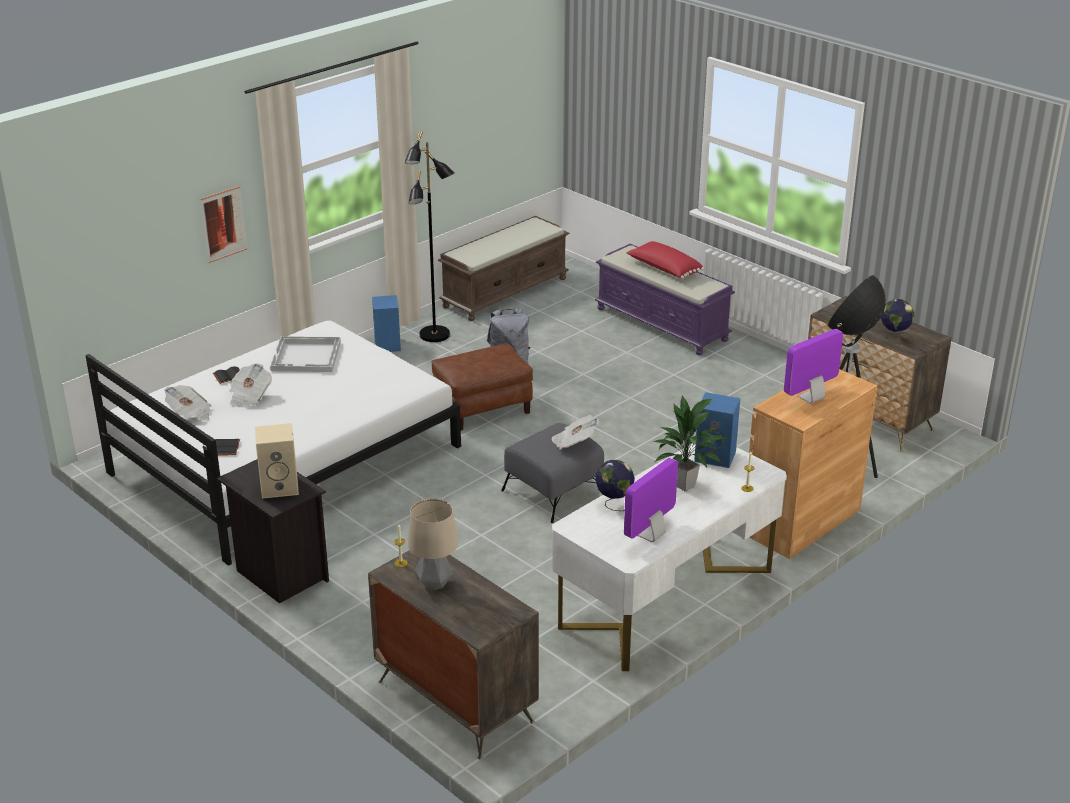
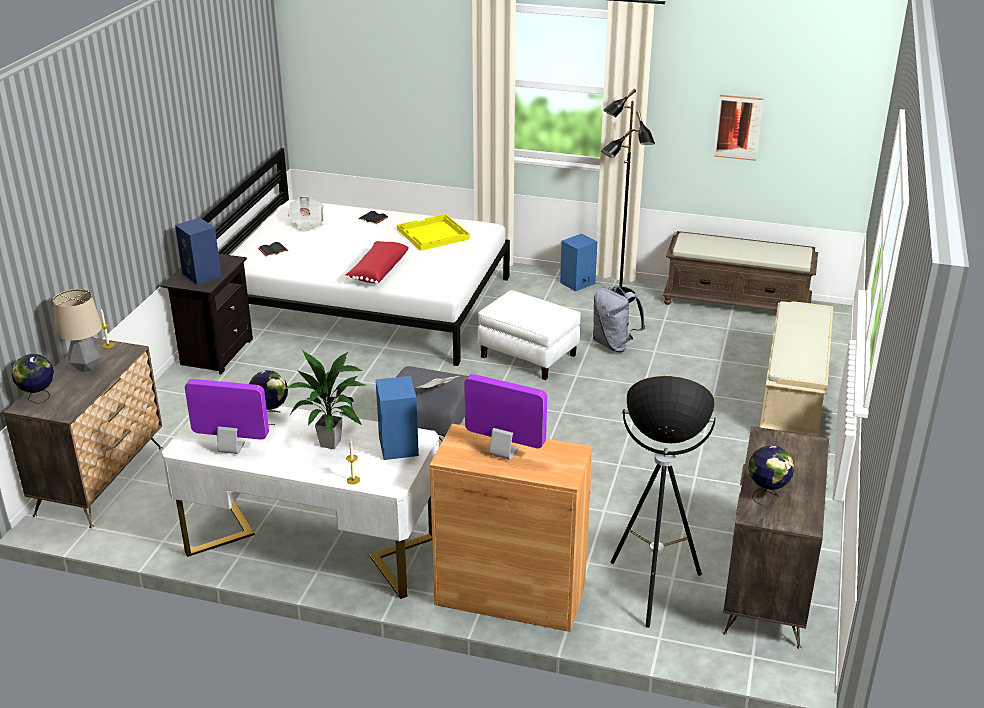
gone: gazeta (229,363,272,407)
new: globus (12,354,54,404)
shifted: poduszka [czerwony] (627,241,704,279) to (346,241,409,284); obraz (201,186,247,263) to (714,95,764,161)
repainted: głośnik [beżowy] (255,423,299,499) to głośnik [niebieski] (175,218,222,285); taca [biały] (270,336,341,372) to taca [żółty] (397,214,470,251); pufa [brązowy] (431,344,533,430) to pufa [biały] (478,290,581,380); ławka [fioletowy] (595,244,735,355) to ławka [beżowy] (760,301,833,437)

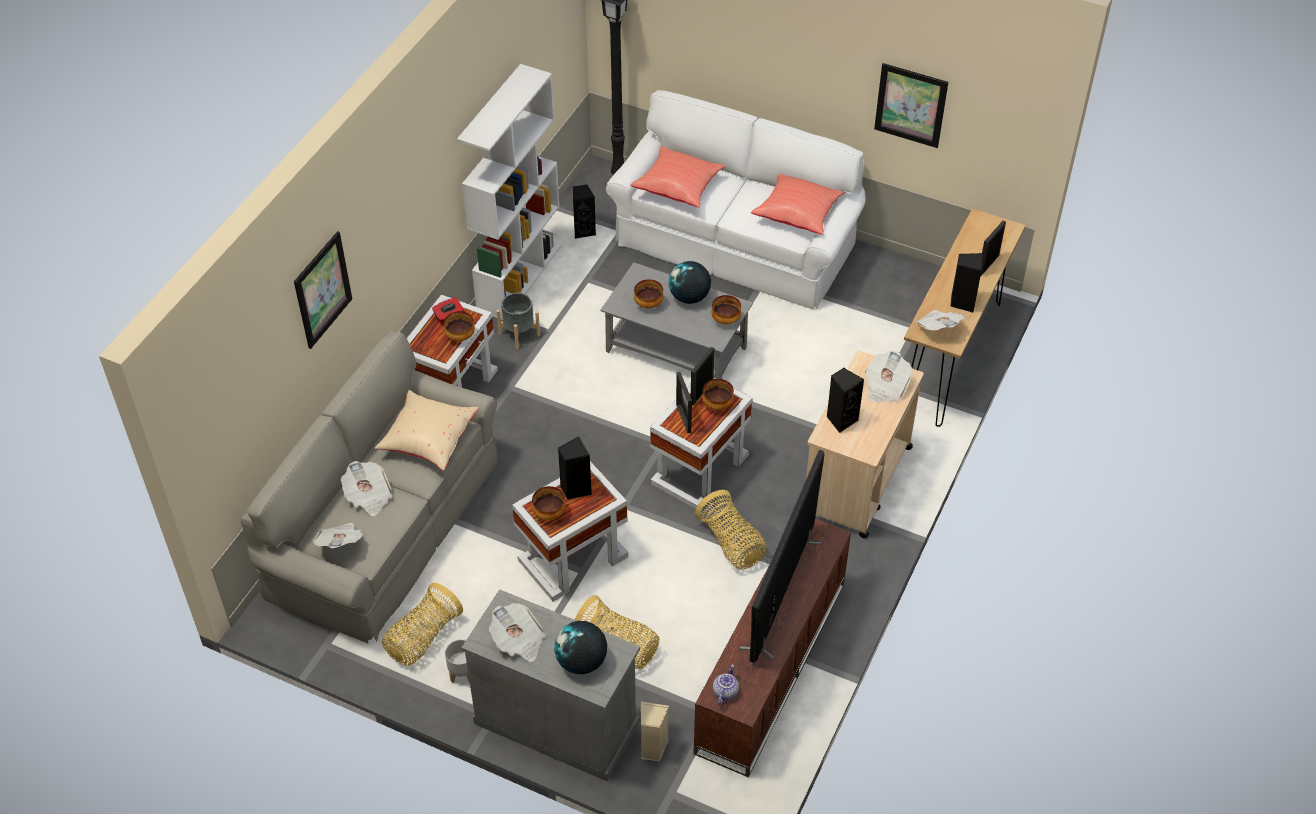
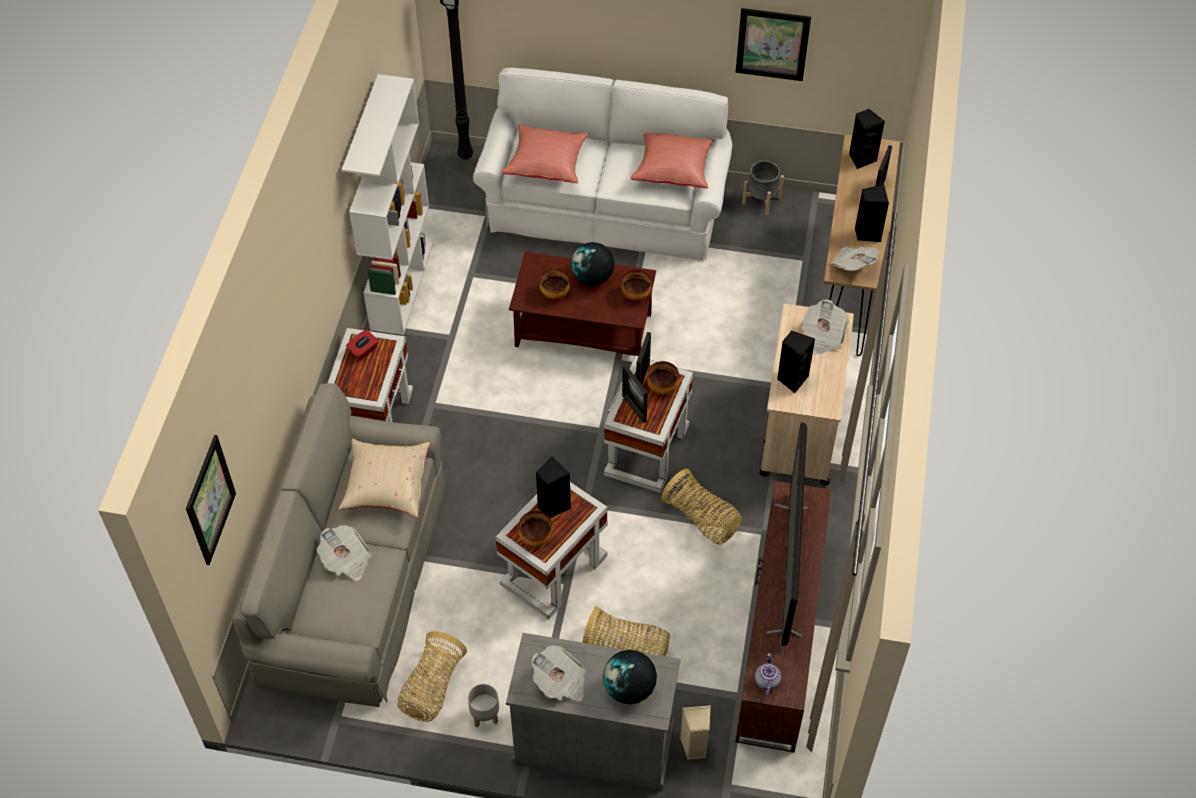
gone: gazeta (313,523,364,548); miska (444,311,475,341)
shifted: obraz (294,231,352,349) to (186,435,236,565); donica [szary] (496,292,540,349) to (742,161,784,215); głośnik [czarny] (573,184,596,239) to (849,109,885,169)
repainted: ława [szary] (600,262,753,379) to ława [brązowy] (509,252,656,356)

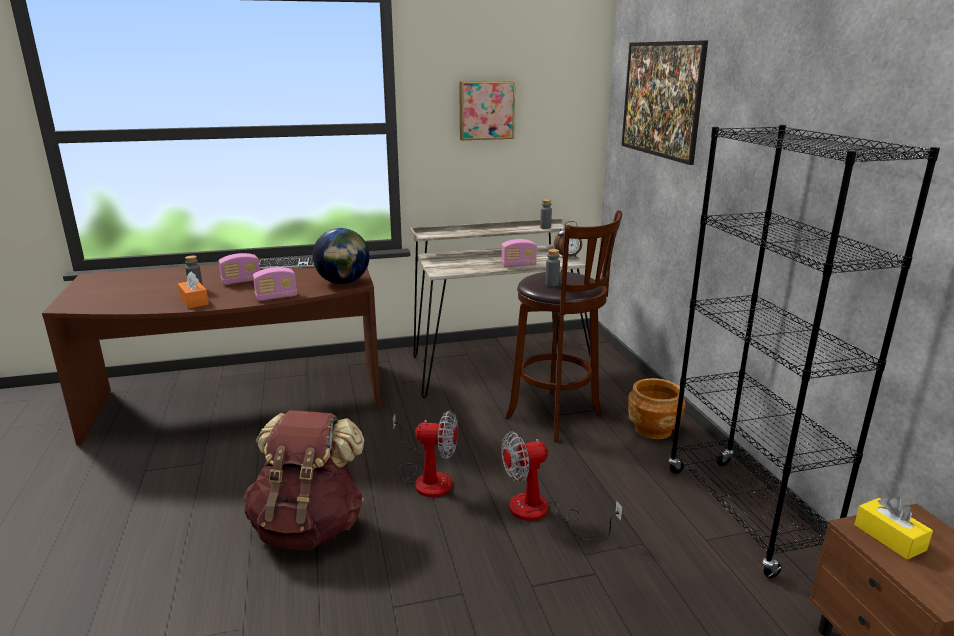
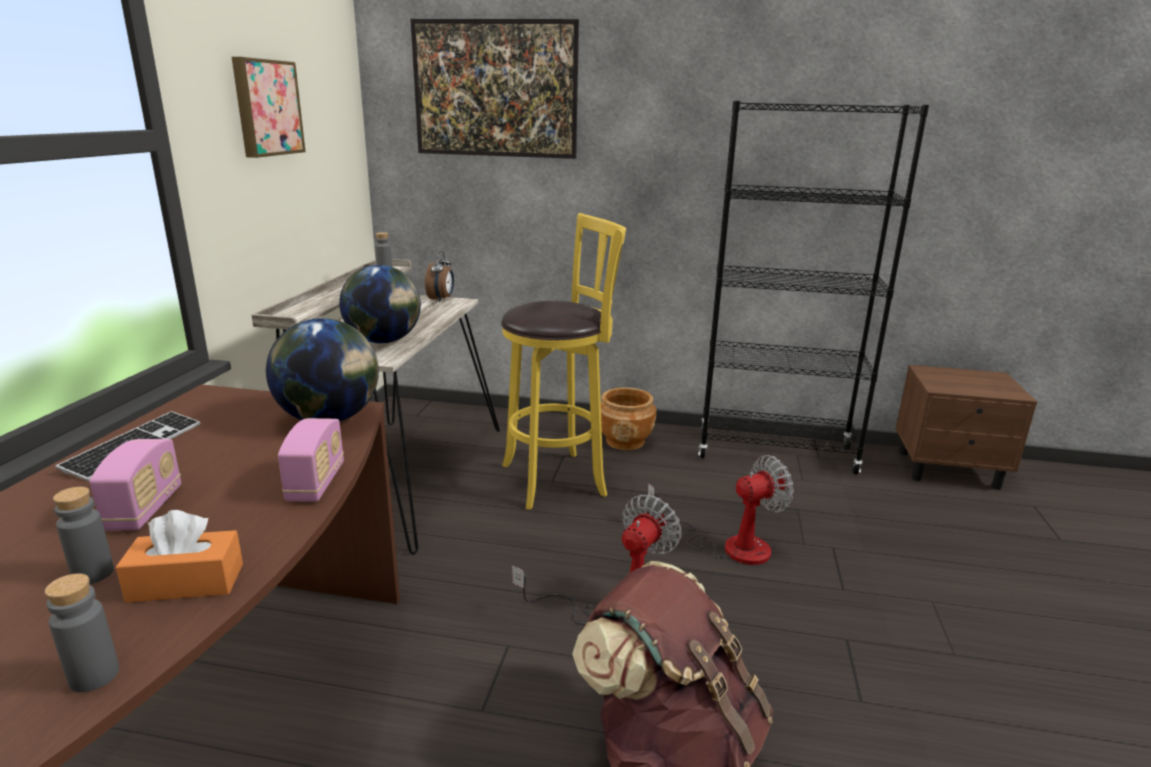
gone: radio (501,239,537,267); pudełko chusteczek [żółty] (854,497,933,560)
new: globus (339,265,421,343)
shifted: butelka [szary] (545,249,560,286) to (45,573,119,692)
repainted: stołek [brązowy] (505,210,622,442) to stołek [żółty] (501,213,626,510)
rotated: wentylator (501,432,623,542) = (648,455,794,565) 120 degrees counterclockwise

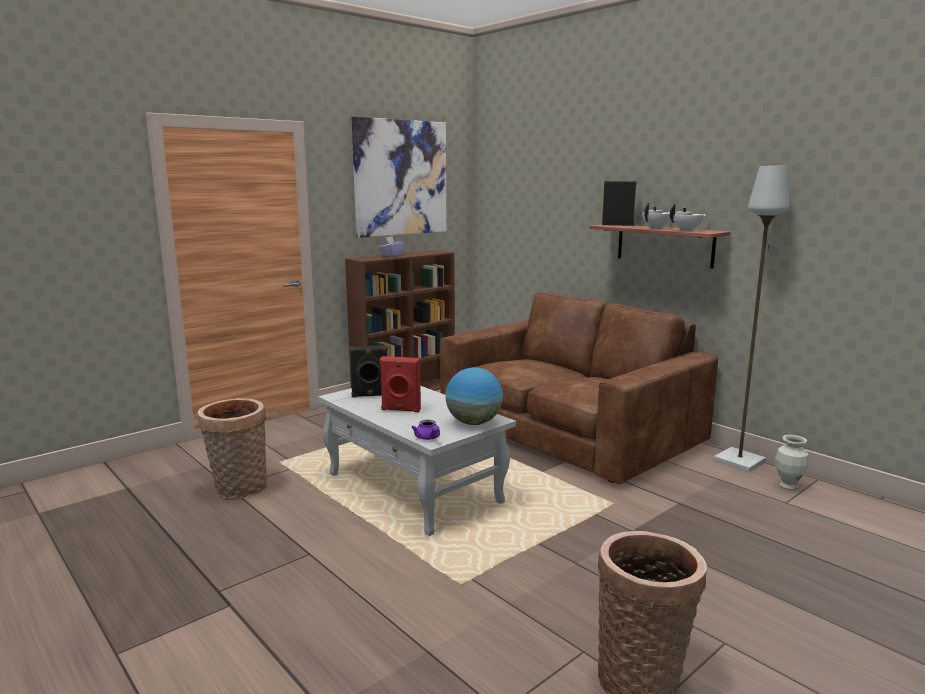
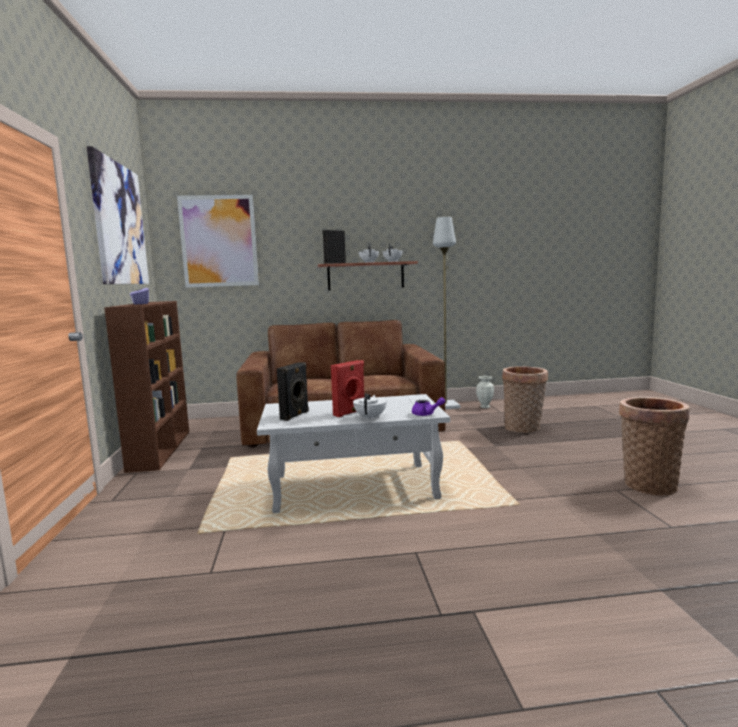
gone: globus (445,367,503,425)
new: obraz (177,195,259,288); imbryk [biały] (353,393,387,420)
shifted: koszyk (198,398,267,499) to (502,366,548,433)

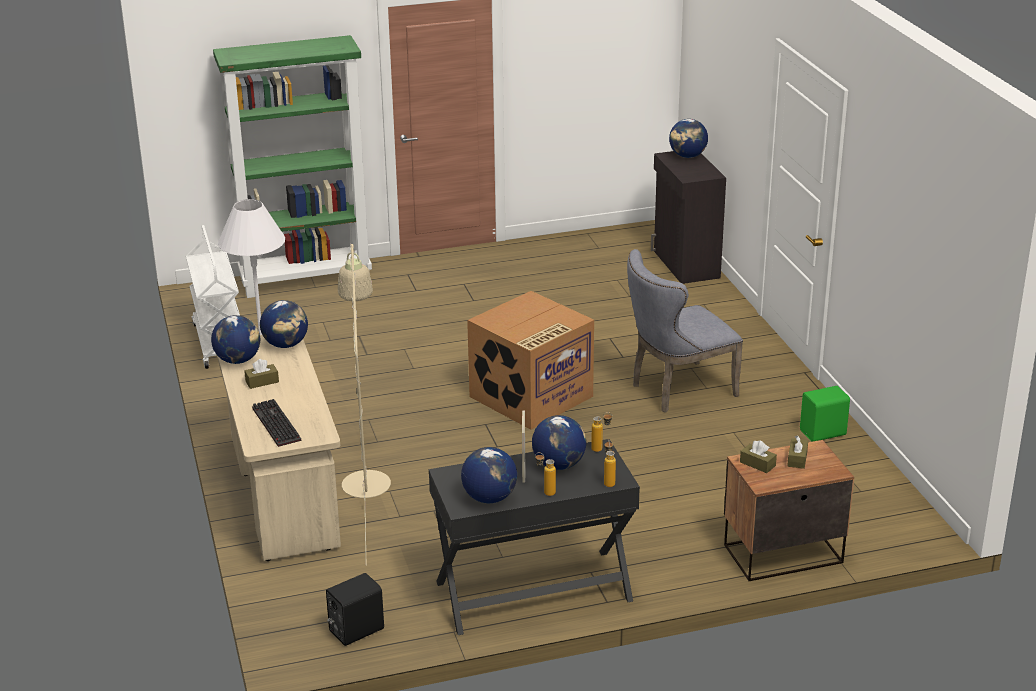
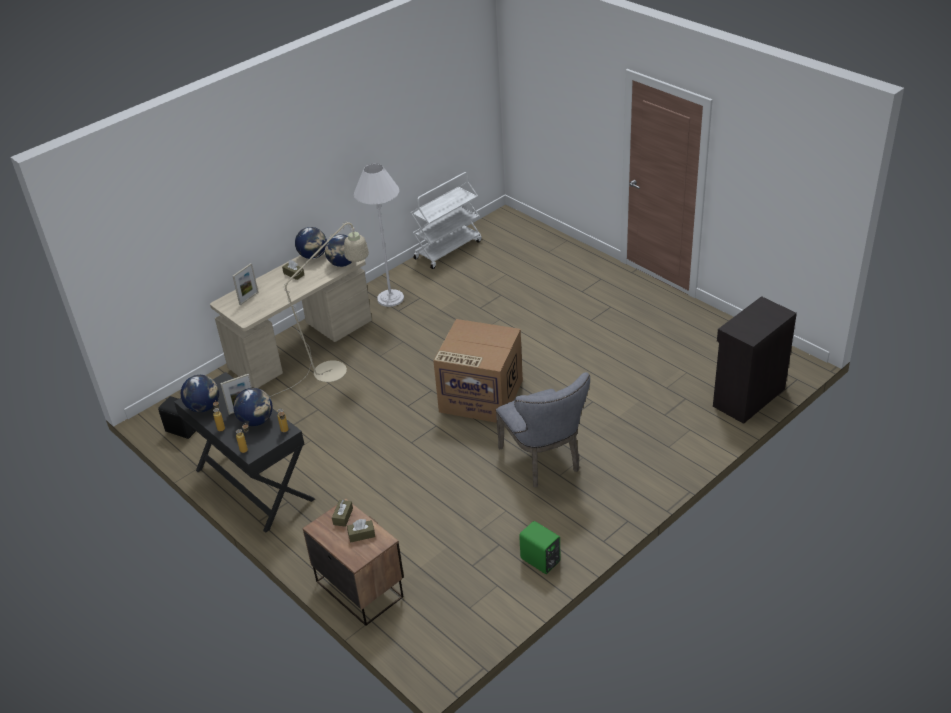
gone: regał [zielony] (213,35,372,298); globus (669,119,708,158)
swapped: klawiatura (252,399,301,447) to ramka na zdjęcie (233,263,258,305)
rotated: krzesło [szary] (627,249,743,413) = (496,372,590,487) 150 degrees counterclockwise

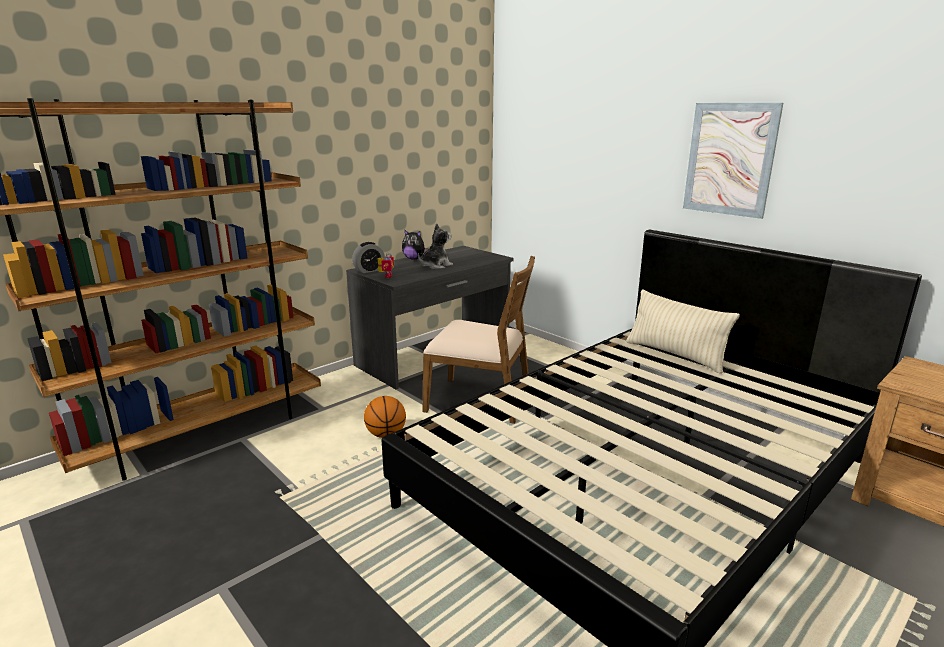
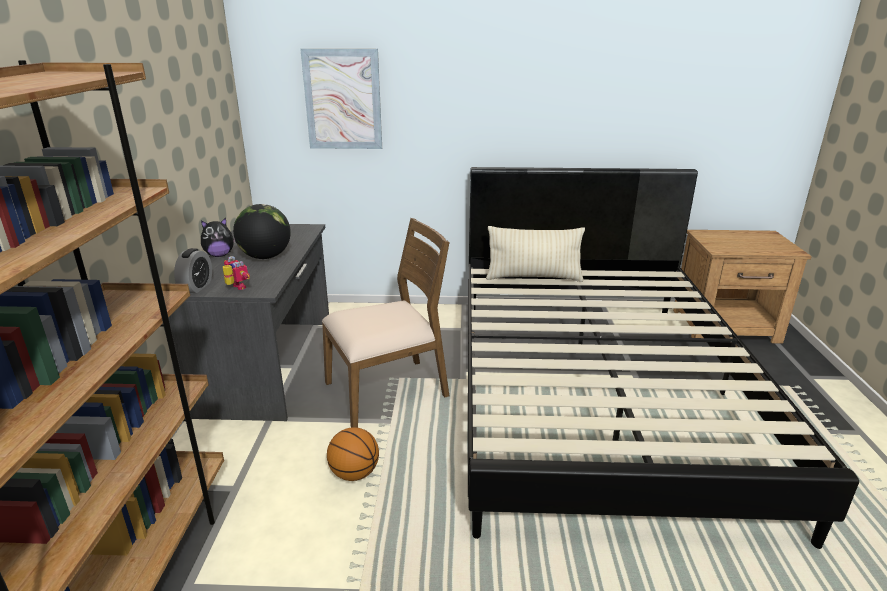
shifted: obraz (683,103,783,219) to (300,48,382,149)
swapped: pluszak (418,223,453,269) to globus (233,204,291,259)

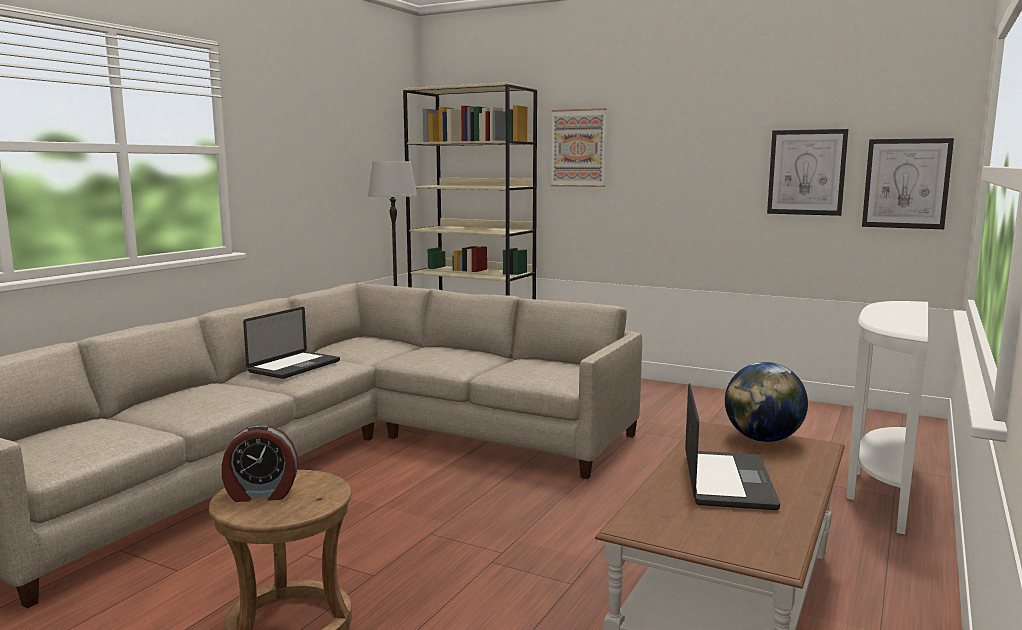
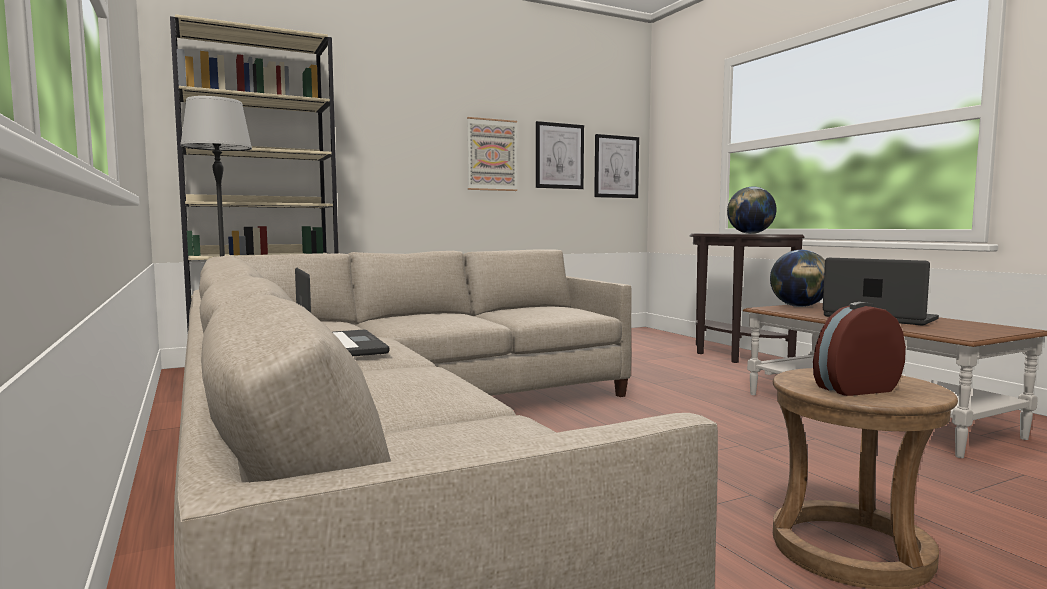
new: globus (727,186,776,234)
shifted: obraz (551,108,607,187) to (467,117,517,191)
repainted: stolik konsolowy [biały] (846,301,928,534) to stolik konsolowy [brązowy] (690,233,805,363)
rotated: budzik (222,424,298,502) = (813,302,906,396) 135 degrees counterclockwise

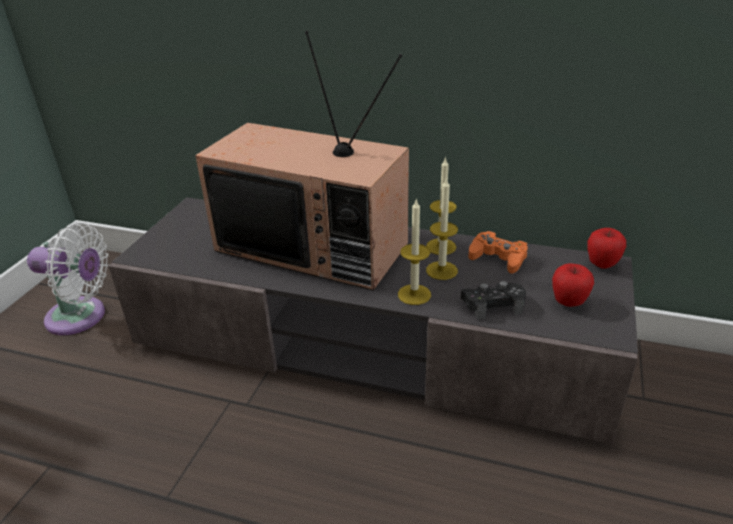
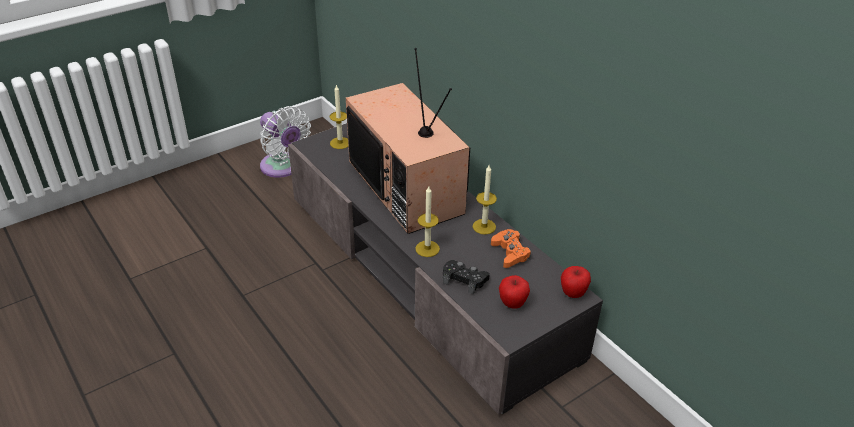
shifted: świeca (426,177,458,280) to (330,84,348,149)

